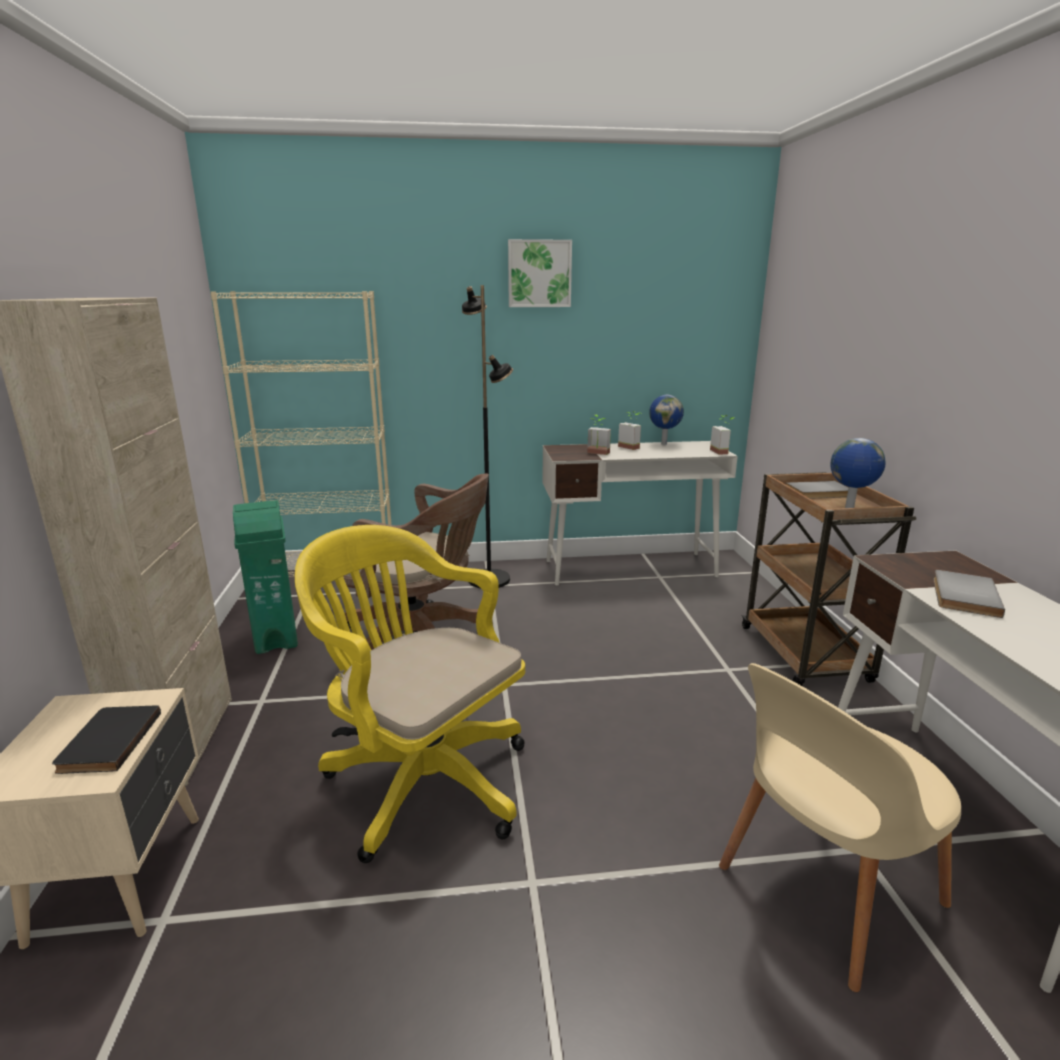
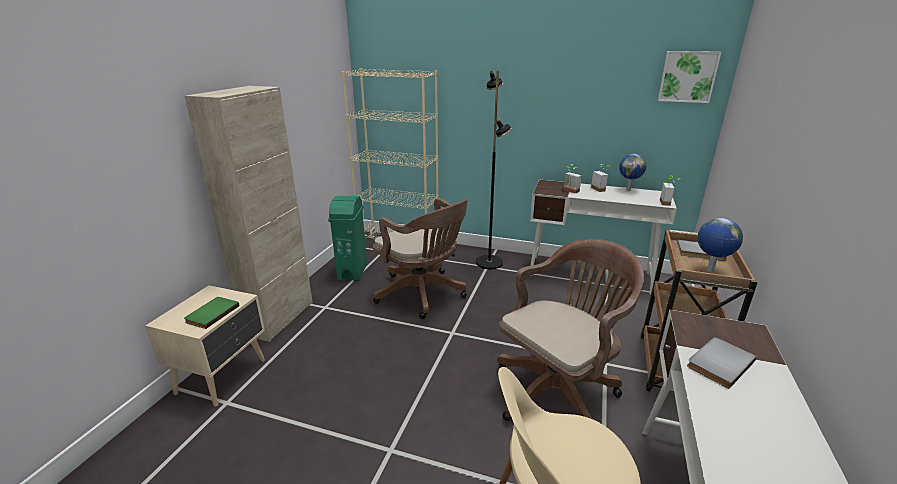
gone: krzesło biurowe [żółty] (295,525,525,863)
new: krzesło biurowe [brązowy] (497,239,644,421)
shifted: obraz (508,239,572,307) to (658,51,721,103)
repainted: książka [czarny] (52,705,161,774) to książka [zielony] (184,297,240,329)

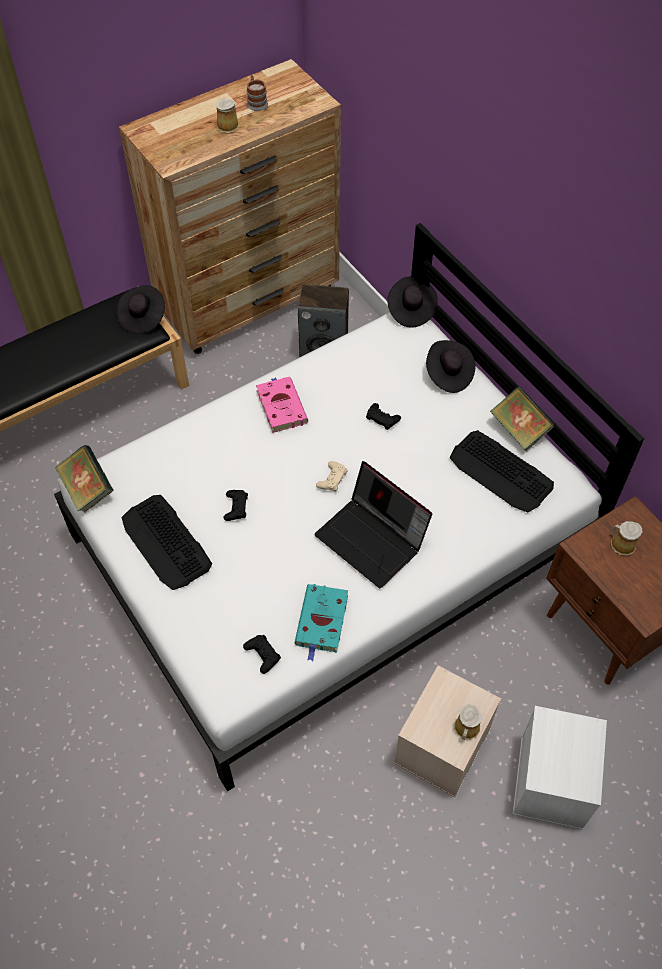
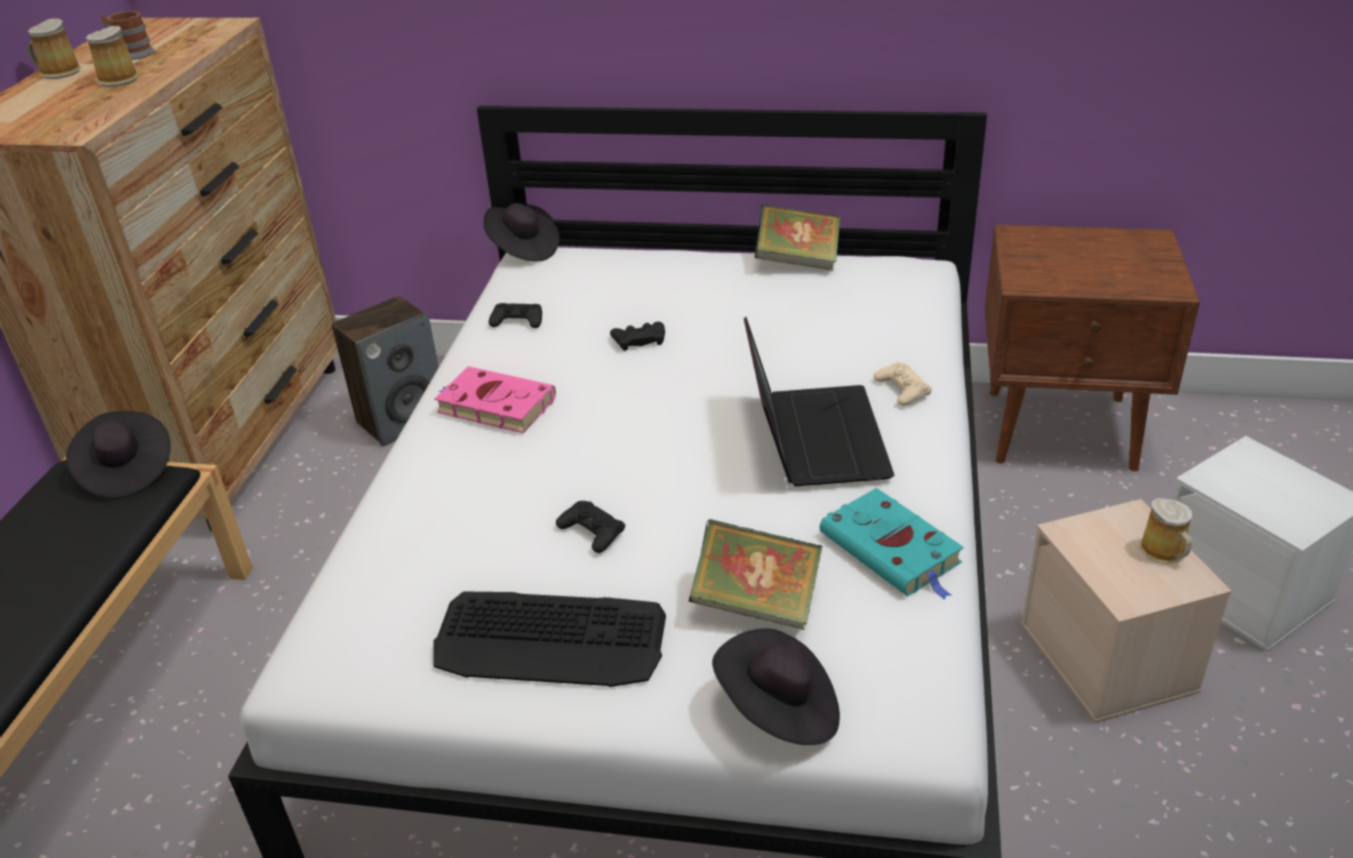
gone: klawiatura (450,430,554,513)
shifted: kubek (611,521,642,555) to (26,19,81,79); pad do gier [czarny] (243,635,281,674) to (488,303,542,328); książka (55,445,113,513) to (689,519,823,630); kapelusz [czarny] (426,340,476,393) to (712,628,840,745); pad do gier [beżowy] (316,461,348,491) to (874,362,932,406)
rotated: laptop (314,461,432,588) = (744,317,894,486) 90 degrees counterclockwise

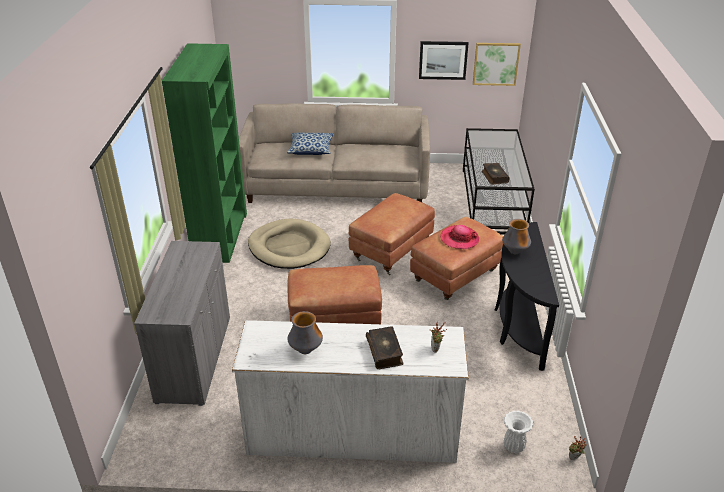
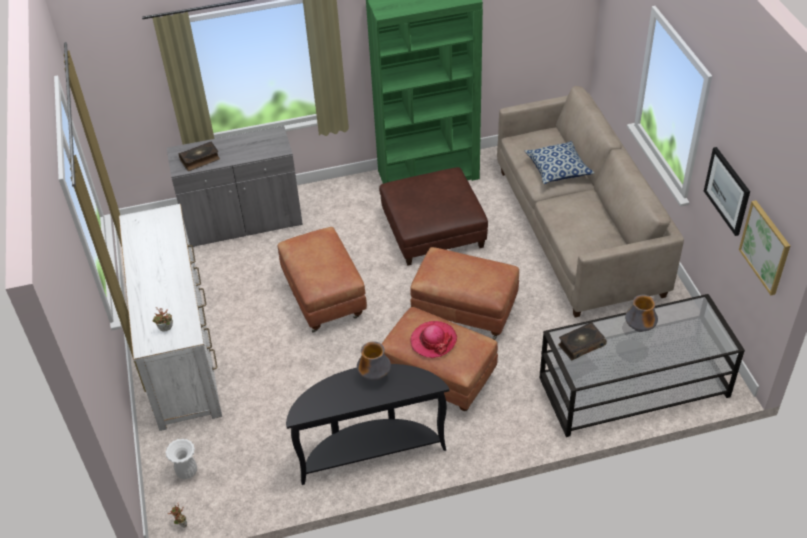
shifted: książka (366,326,404,369) to (179,142,220,171); wazon (287,311,323,354) to (625,295,658,332)
swapped: legowisko [beżowy] (248,219,331,269) to pufa [brązowy] (379,167,488,266)

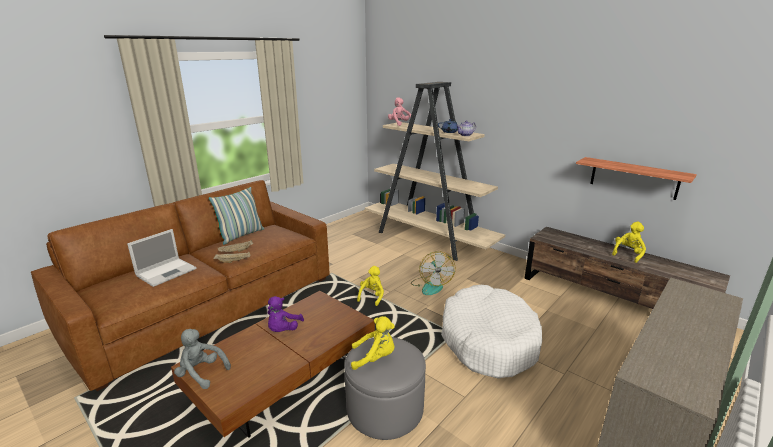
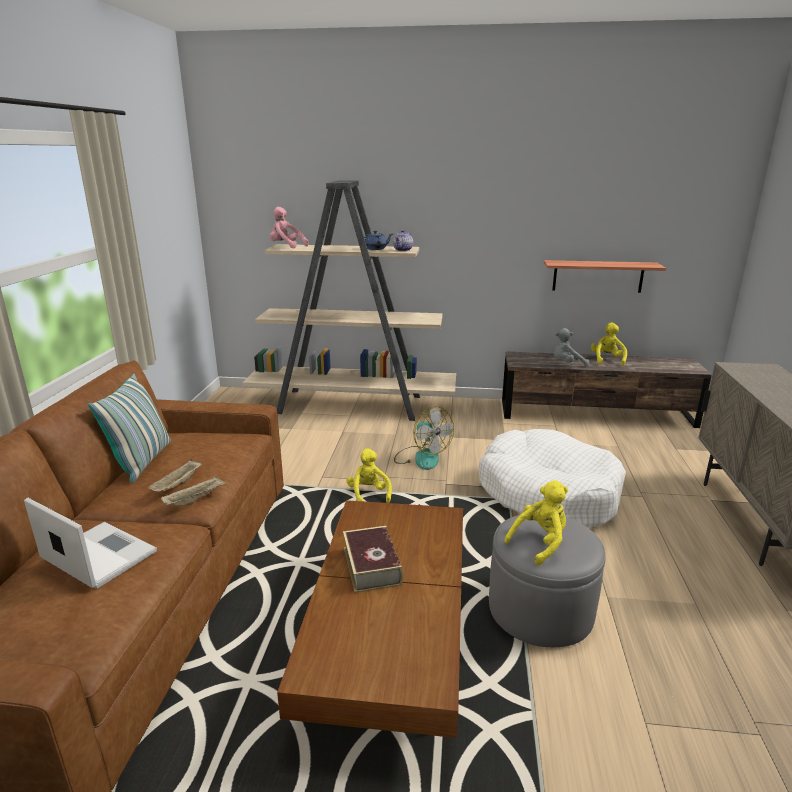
shifted: pluszak [szary] (174,329,231,389) to (554,328,589,366)
swapped: pluszak [fioletowy] (268,296,304,332) to książka (343,526,403,593)
rotated: laptop (127,229,197,287) = (24,498,157,589) 60 degrees counterclockwise

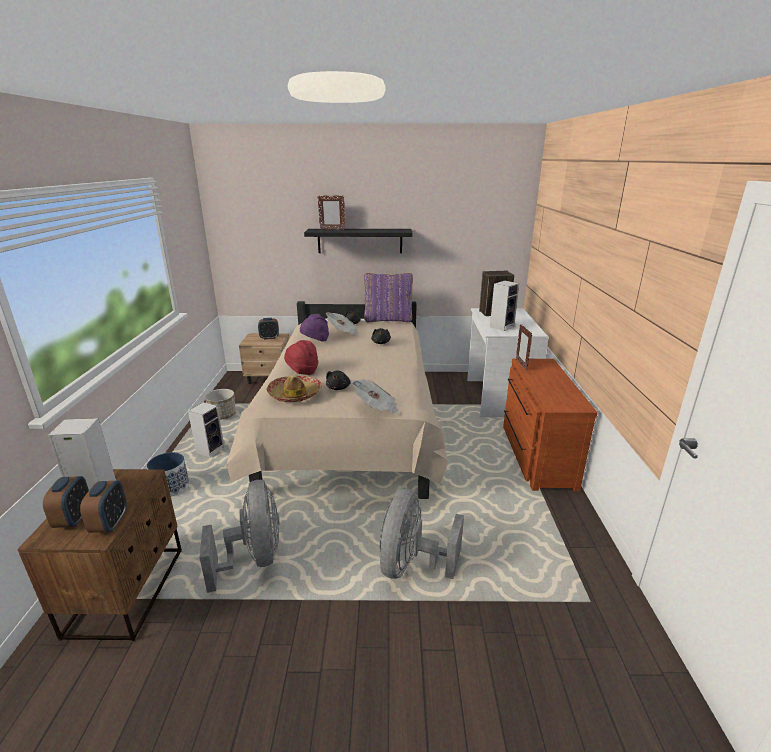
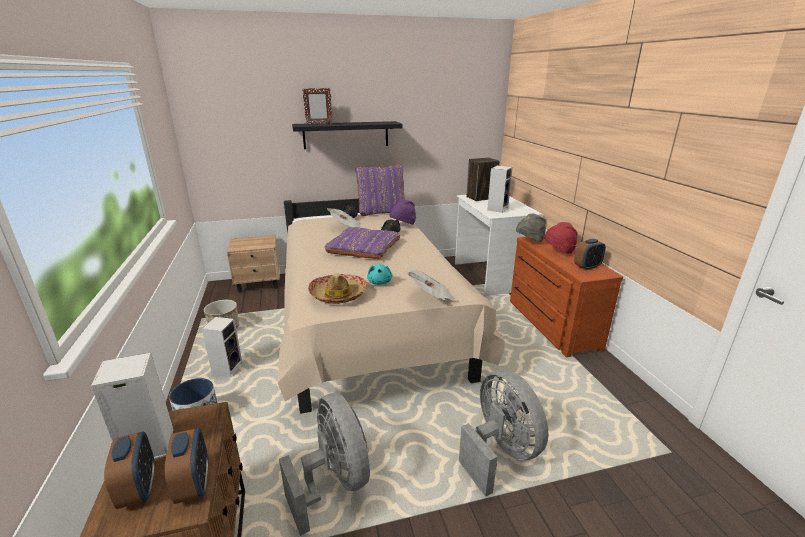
new: poduszka [fioletowy] (325,227,400,259)
shifted: kapelusz [fioletowy] (300,314,329,341) to (389,199,416,225); kapelusz [czerwony] (284,340,318,375) to (544,222,577,254); budzik (258,318,279,340) to (574,239,606,270)
swapped: ramka na zdjęcie (516,324,532,371) to kapelusz [szary] (516,214,546,242)
repainted: pluszak [czarny] (326,371,351,390) to pluszak [turkusowy] (367,264,392,285)
rotated: wentylator [szary] (379,489,464,579) = (459,370,548,497) 150 degrees clockwise

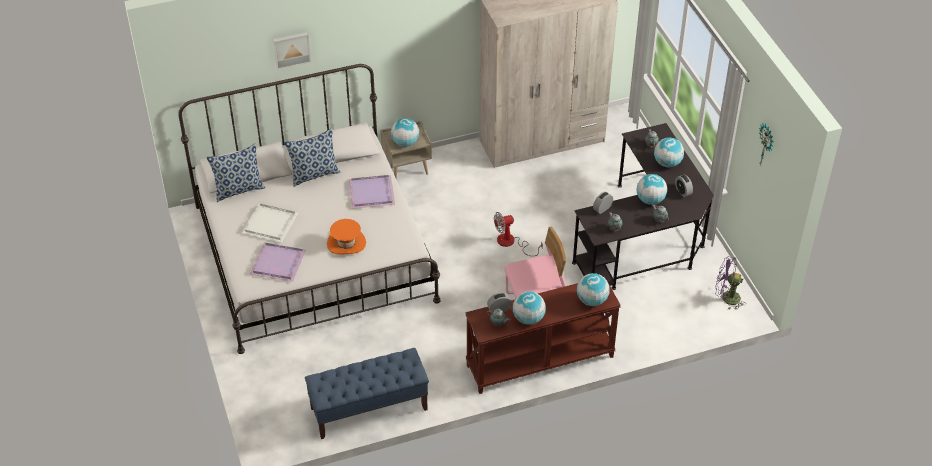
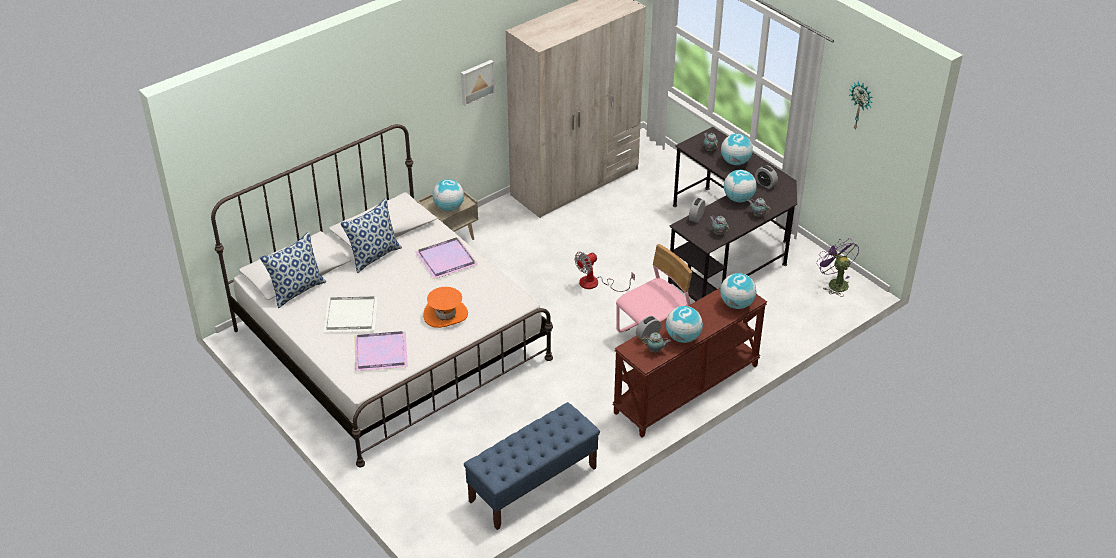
shifted: obraz (273,32,311,70) to (461,60,495,106)
rotated: wentylator [fioletowy] (715,257,746,310) = (816,238,859,297) 75 degrees clockwise

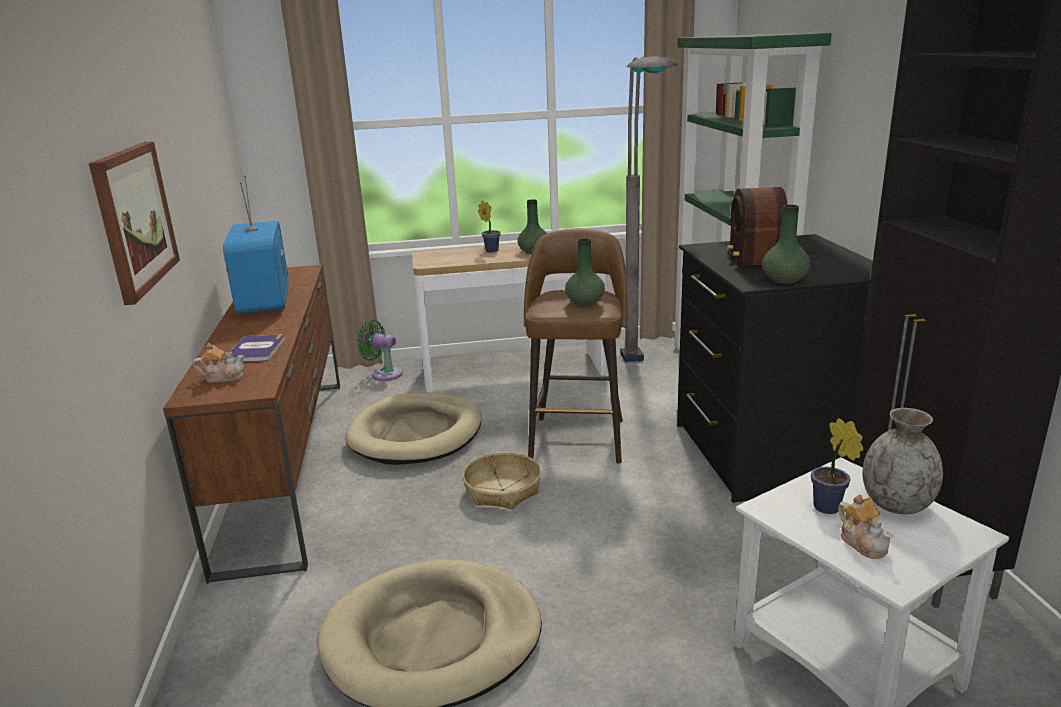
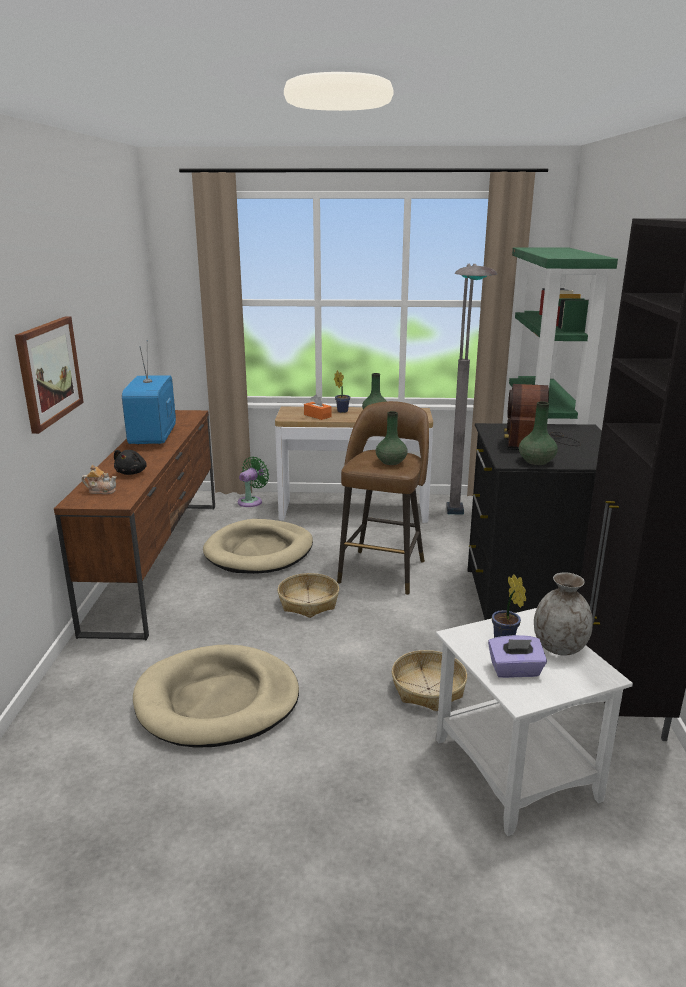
new: pudełko chusteczek [pomarańczowy] (304,394,332,420); koszyk (392,650,467,711)
swapped: książka (224,335,285,362) to pluszak [czarny] (114,450,147,475); imbryk (838,494,893,559) to pudełko chusteczek [fioletowy] (488,635,547,678)
rotated: wentylator [zielony] (358,320,403,381) = (238,456,269,507) 90 degrees clockwise

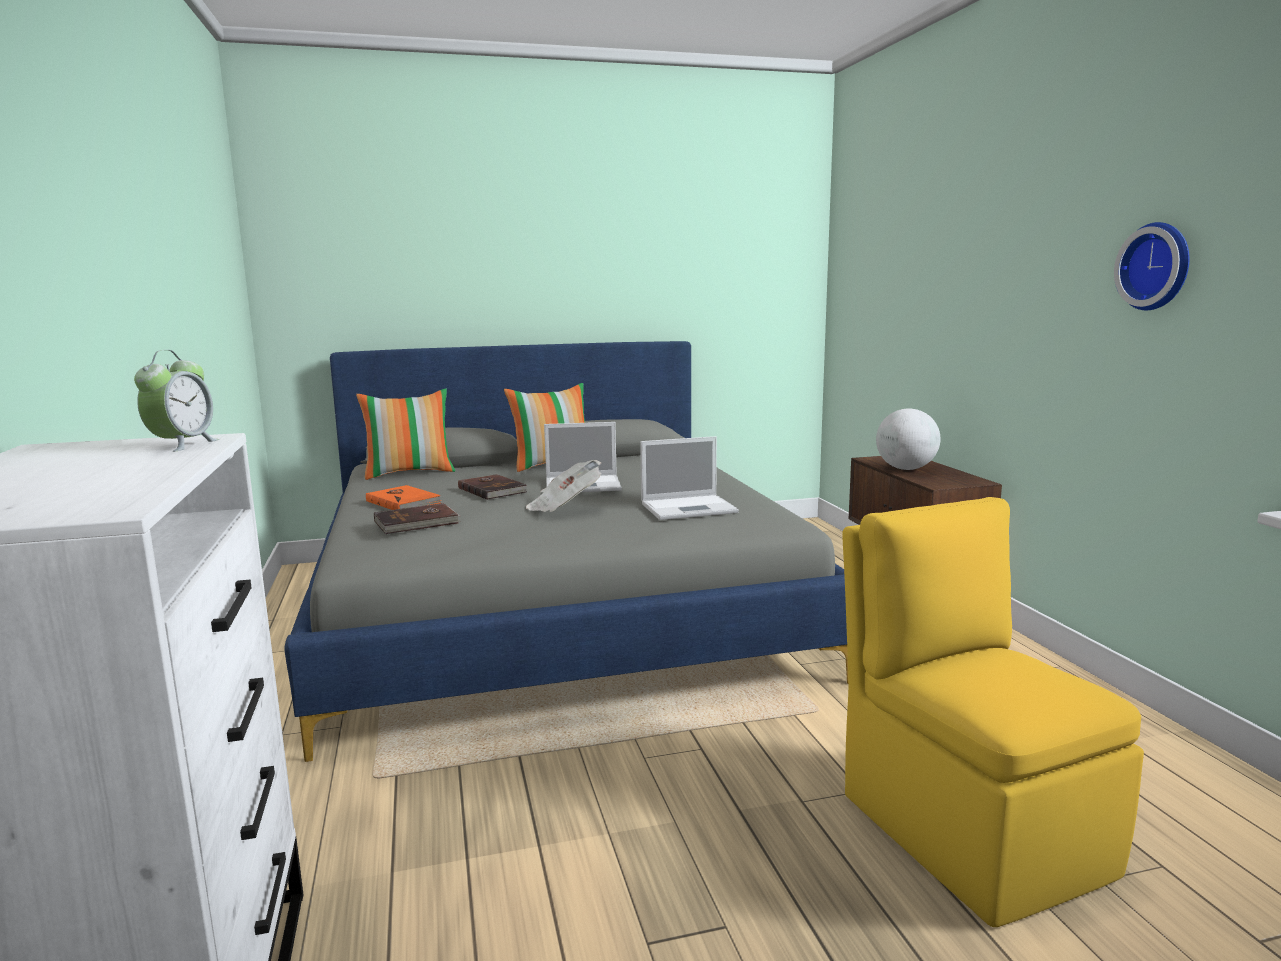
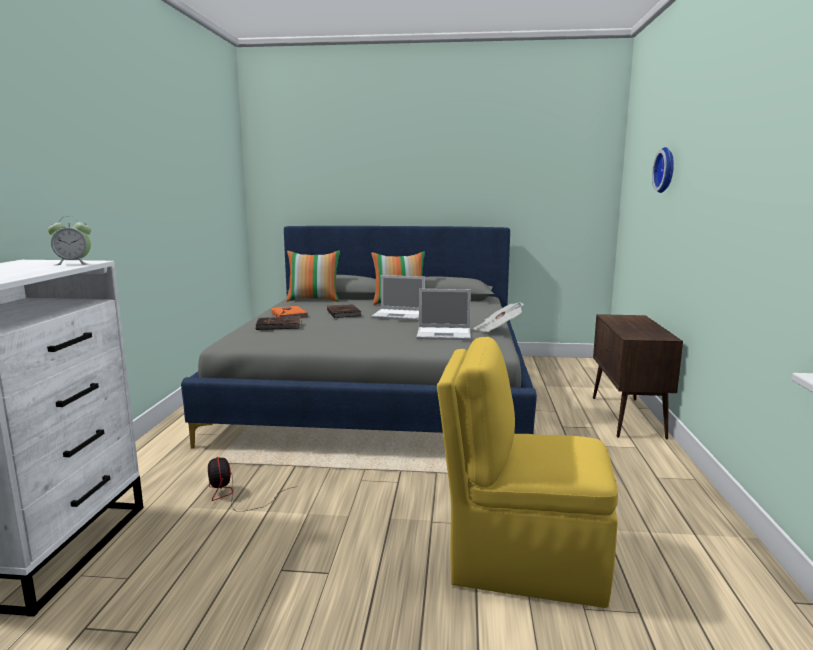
gone: globus (876,409,941,470)
new: wentylator (208,457,294,512)
shifted: gazeta (526,460,601,512) to (474,303,524,332); zegar ścienny (1114,222,1189,310) to (652,147,674,193)
rotated: budzik (134,350,219,452) = (48,216,91,265) 45 degrees clockwise; krzesło [żółty] (843,497,1144,927) = (437,337,618,608) 75 degrees counterclockwise

